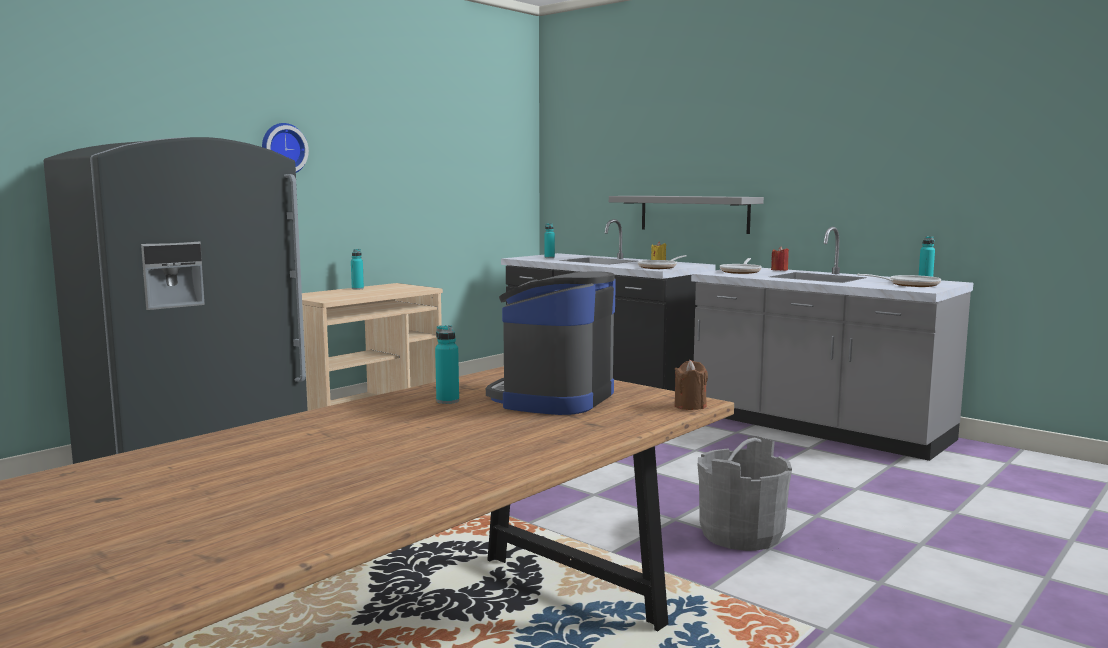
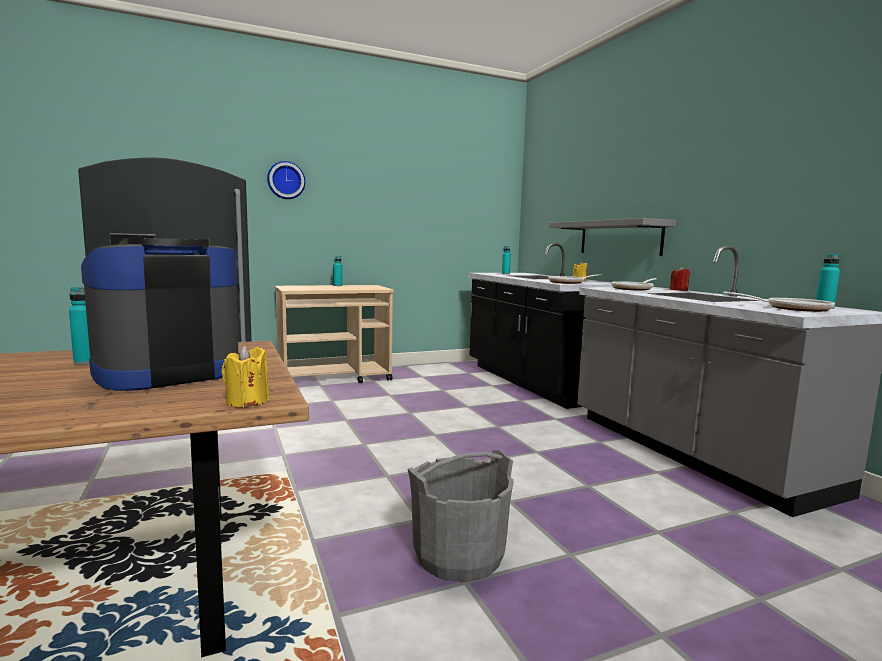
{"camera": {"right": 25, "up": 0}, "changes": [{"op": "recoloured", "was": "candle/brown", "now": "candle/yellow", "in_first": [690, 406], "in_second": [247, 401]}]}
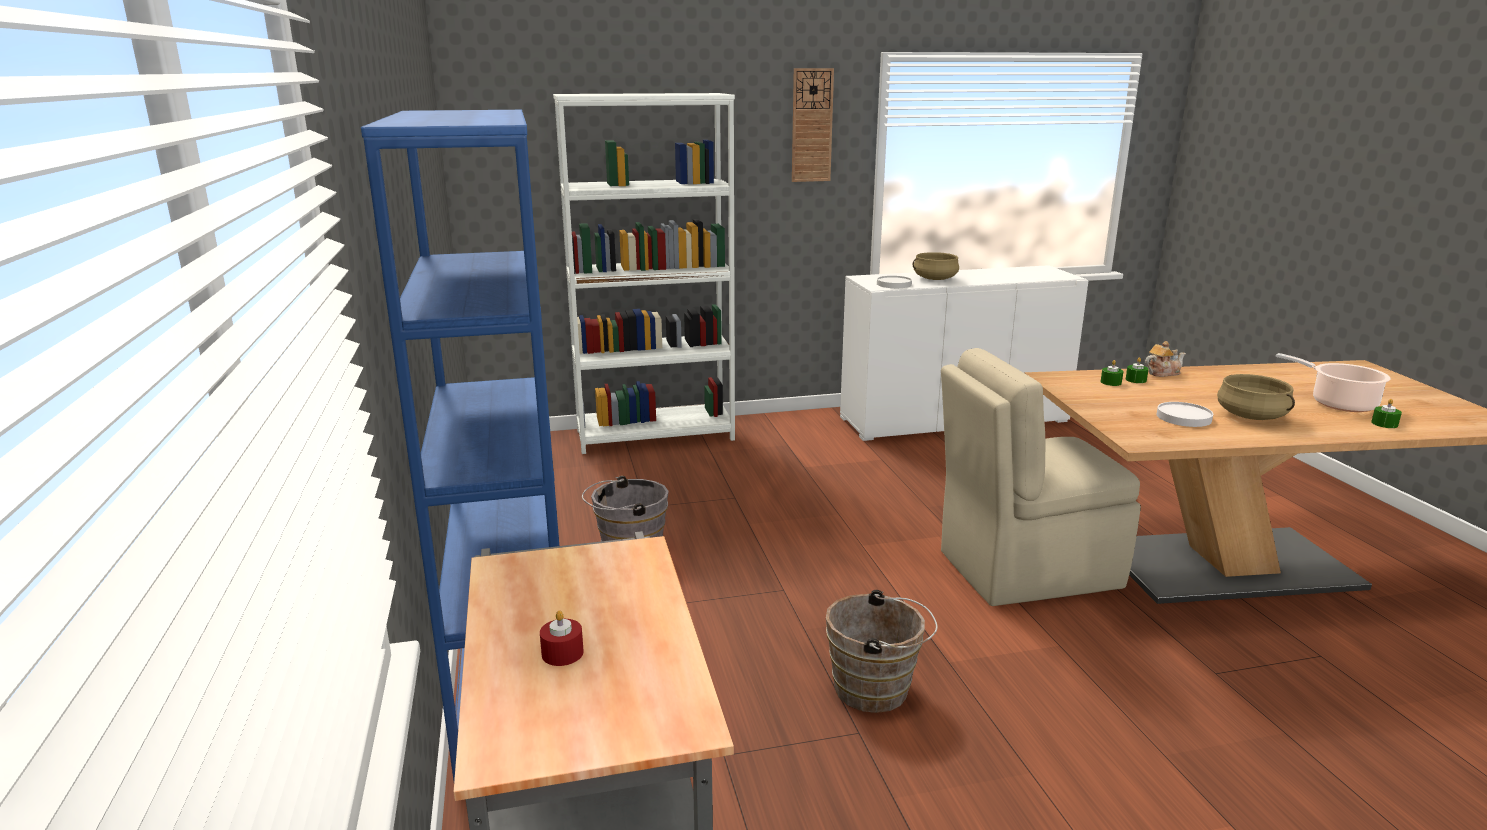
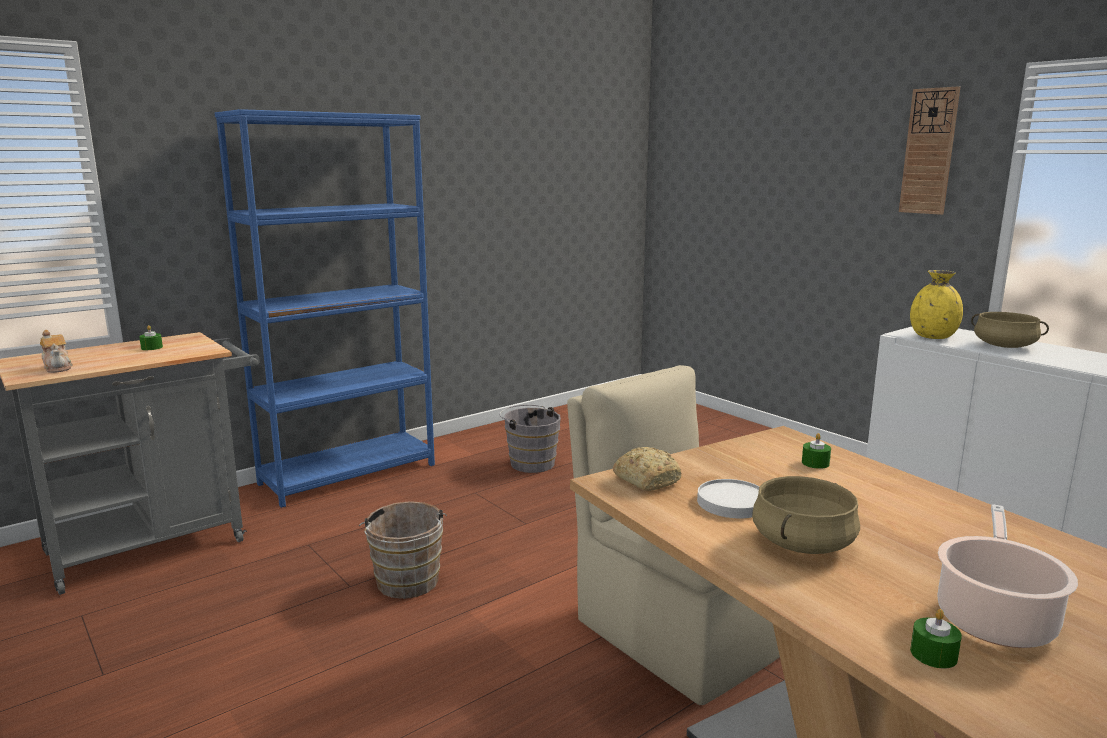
{"camera": {"right": 65, "up": -5}, "changes": [{"op": "removed", "was": "bookcase/white", "in_first": [655, 435]}, {"op": "replaced", "was": "plate/white", "now": "vase/yellow", "in_first": [894, 284], "in_second": [933, 337]}, {"op": "moved", "was": "teapot", "in_first": [1162, 373], "in_second": [58, 368]}, {"op": "moved", "was": "candle/green", "in_first": [1135, 380], "in_second": [152, 348]}, {"op": "removed", "was": "candle/red", "in_first": [562, 653]}, {"op": "added", "now": "bread", "in_second": [646, 480]}]}
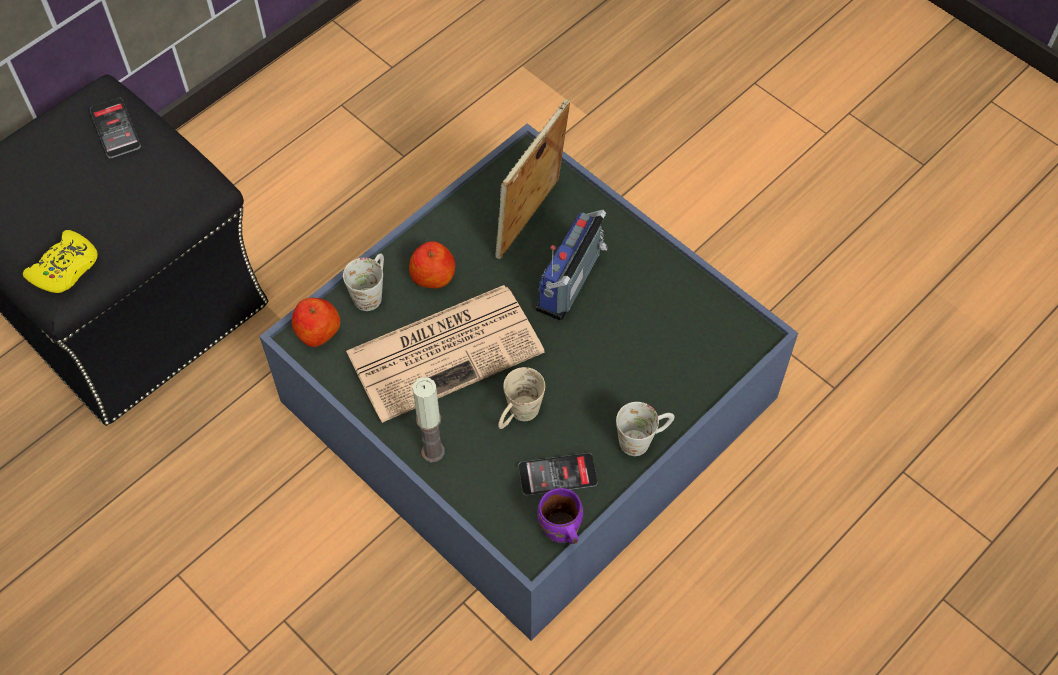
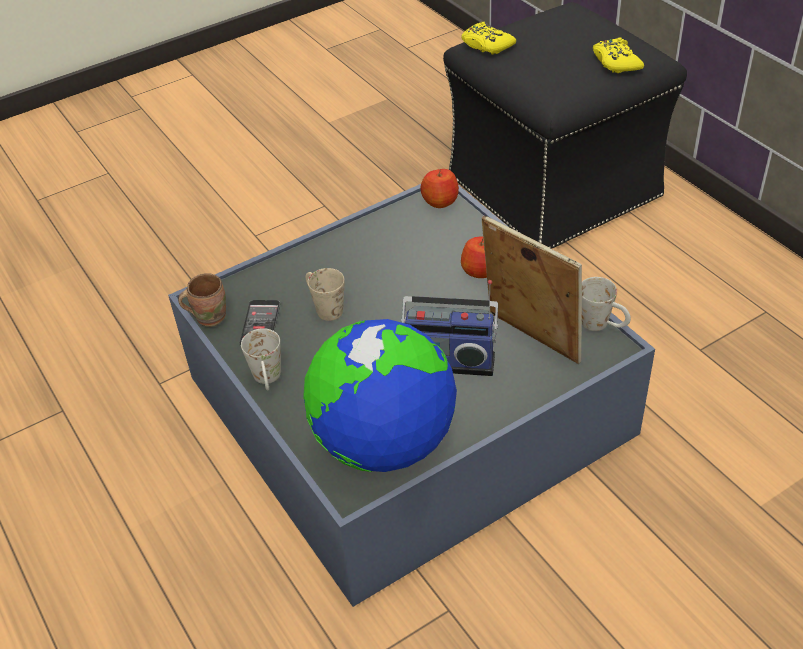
{"camera": {"right": 105, "up": -15}, "changes": [{"op": "replaced", "was": "phone", "now": "game controller/yellow", "in_first": [115, 129], "in_second": [616, 62]}, {"op": "turned", "was": "radio", "in_first": [572, 284], "in_second": [450, 359], "clockwise": 150}, {"op": "moved", "was": "mug/white", "in_first": [371, 291], "in_second": [602, 325]}, {"op": "removed", "was": "newspaper", "in_first": [447, 350]}, {"op": "removed", "was": "candle", "in_first": [433, 451]}, {"op": "recoloured", "was": "mug/purple", "now": "mug/brown", "in_first": [559, 530], "in_second": [209, 316]}, {"op": "added", "now": "globe", "in_second": [384, 443]}]}
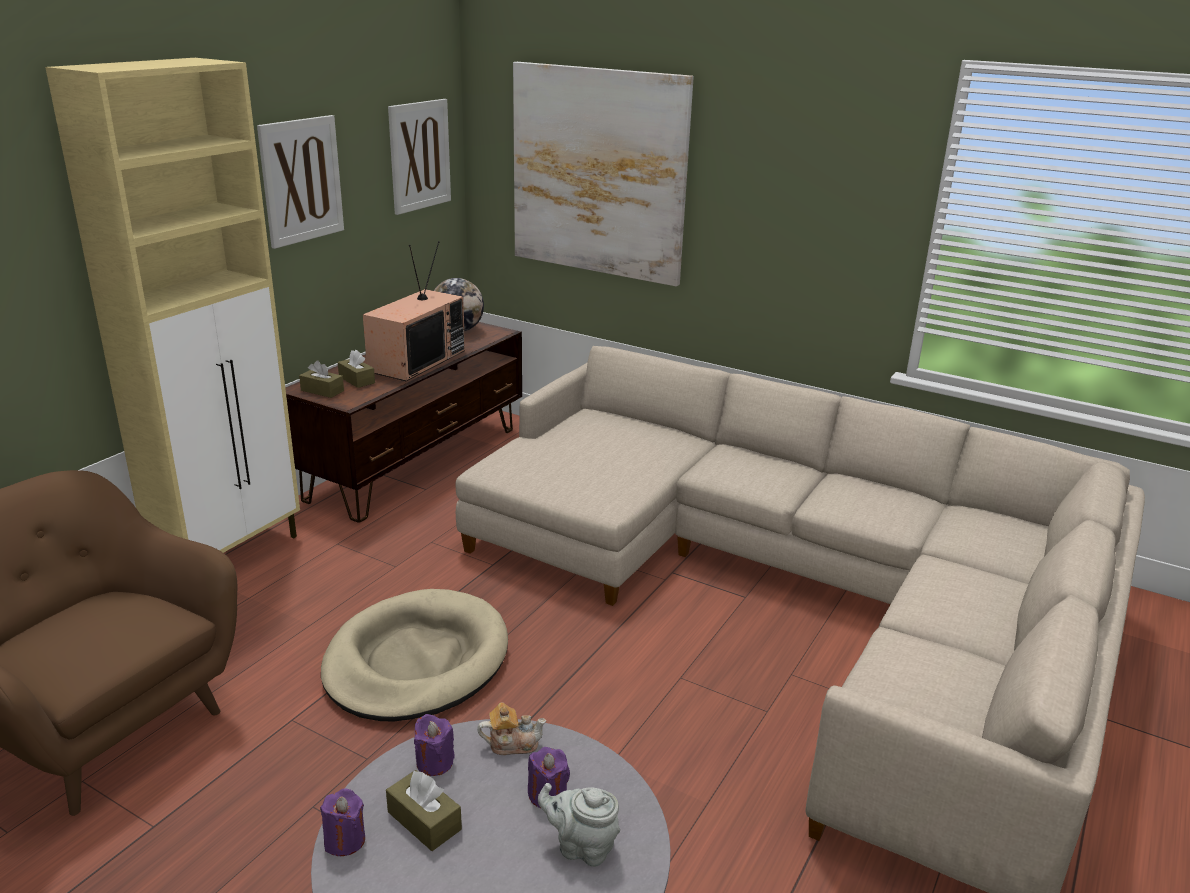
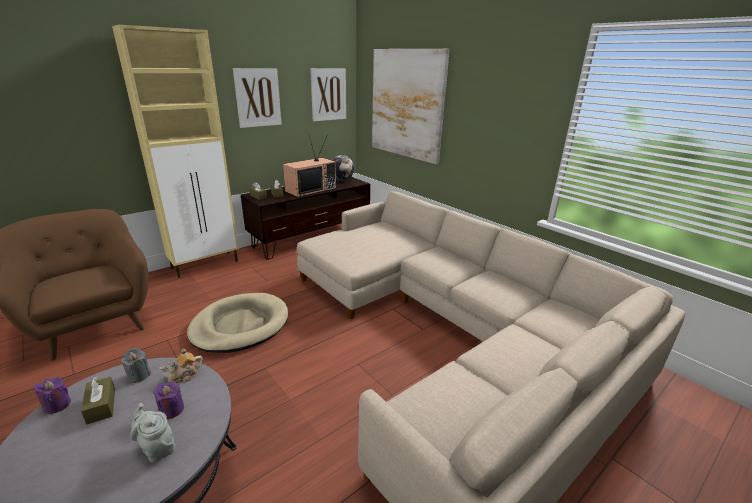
{"camera": {"right": 20, "up": 0}, "changes": [{"op": "turned", "was": "teapot", "in_first": [512, 743], "in_second": [184, 375], "clockwise": 135}, {"op": "recoloured", "was": "candle/purple", "now": "candle/grey", "in_first": [434, 762], "in_second": [139, 375]}]}
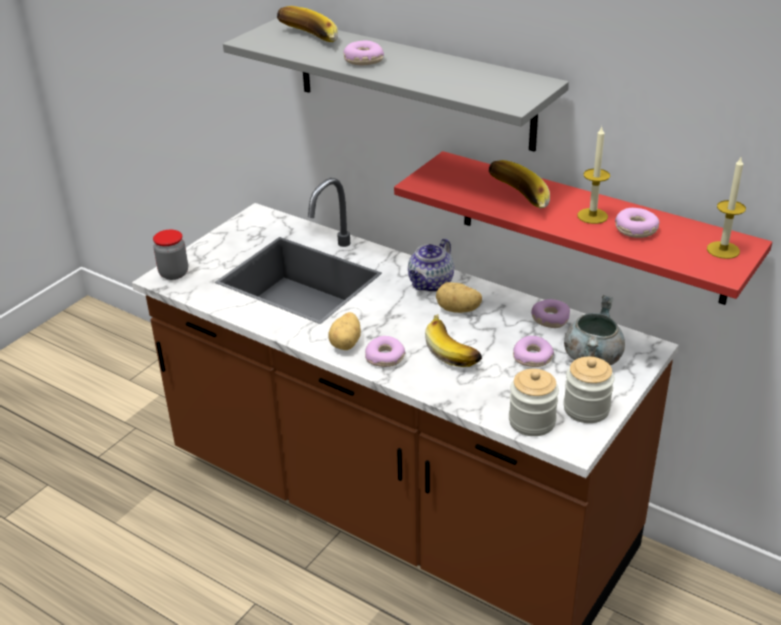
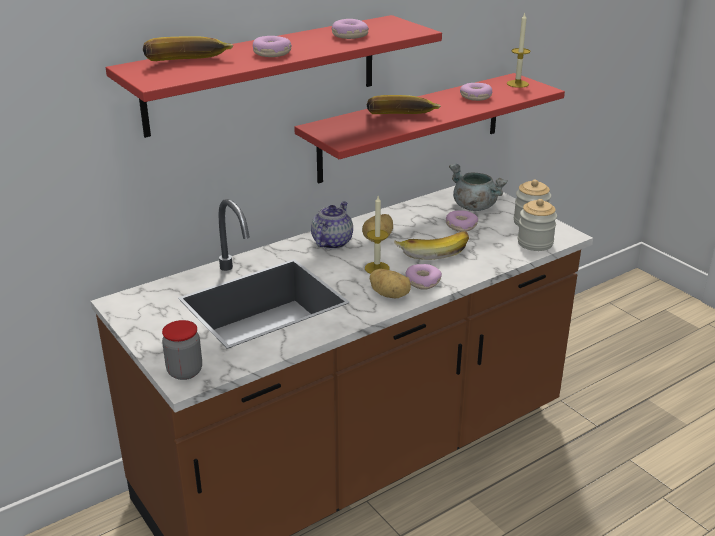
{"camera": {"right": -70, "up": -5}, "changes": [{"op": "recoloured", "was": "shelf/grey", "now": "shelf/red", "in_first": [413, 83], "in_second": [263, 74]}, {"op": "moved", "was": "candle", "in_first": [592, 216], "in_second": [377, 268]}, {"op": "turned", "was": "teapot", "in_first": [430, 284], "in_second": [332, 242], "clockwise": -120}, {"op": "moved", "was": "donut", "in_first": [550, 319], "in_second": [349, 35]}]}
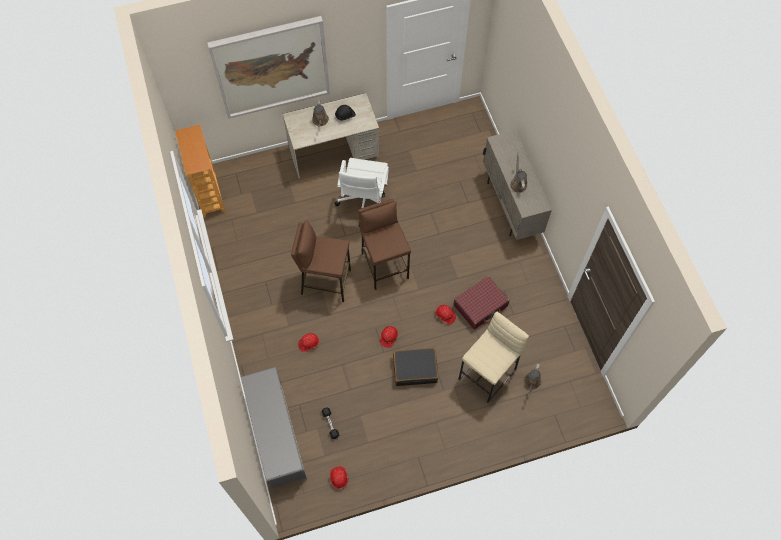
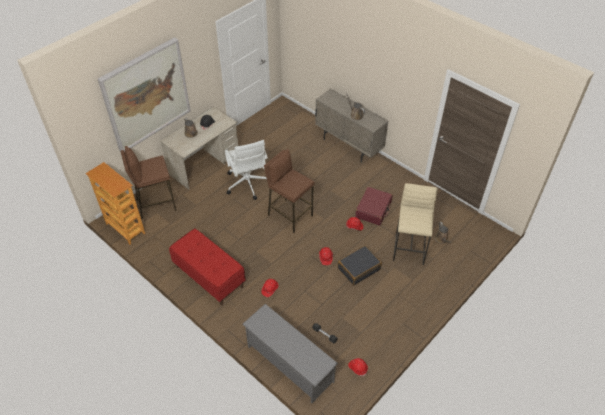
{"camera": {"right": -30, "up": -15}, "changes": [{"op": "moved", "was": "stool/brown", "in_first": [325, 282], "in_second": [156, 204]}, {"op": "added", "now": "bench/red", "in_second": [209, 277]}]}
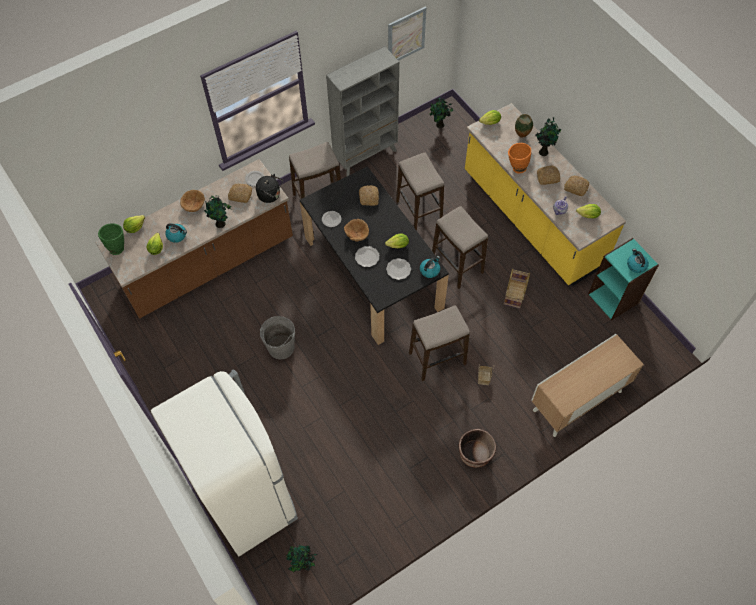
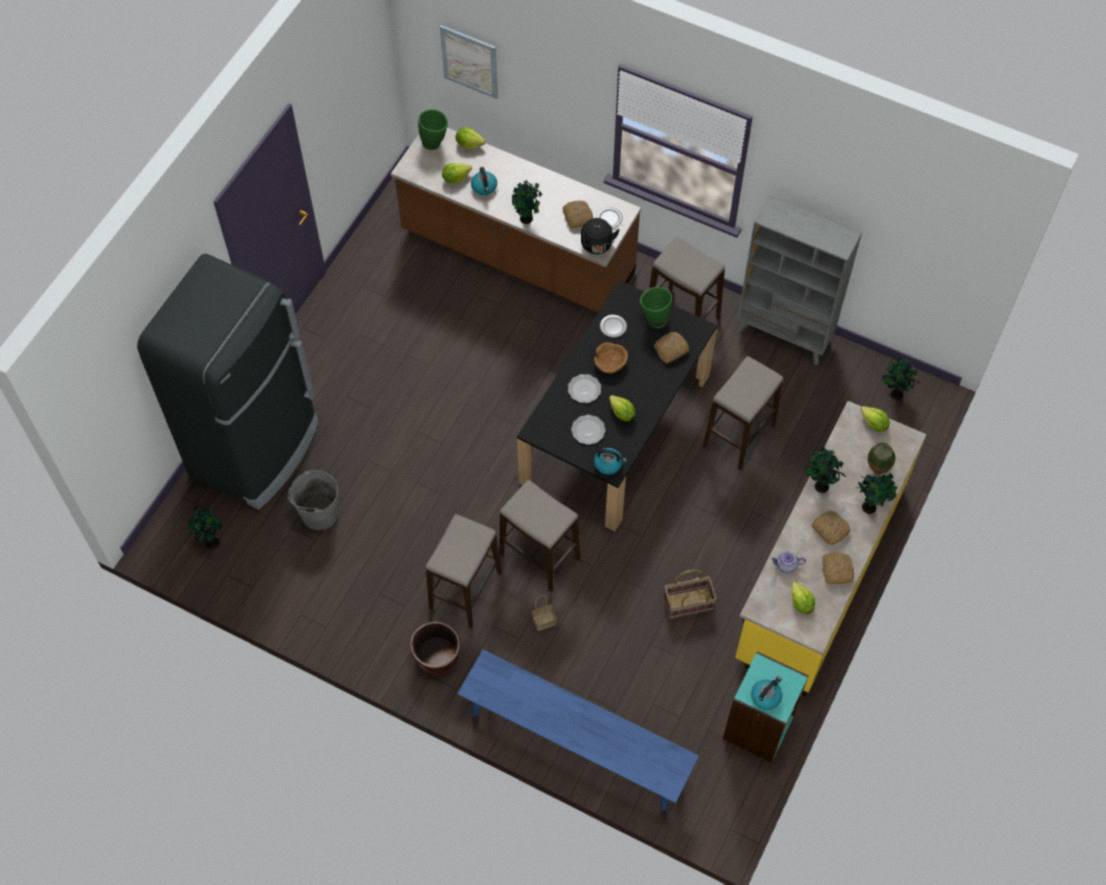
{"camera": {"right": 60, "up": 0}, "changes": [{"op": "moved", "was": "picture", "in_first": [406, 35], "in_second": [469, 61]}, {"op": "replaced", "was": "vase/orange", "now": "potted plant", "in_first": [516, 168], "in_second": [820, 486]}, {"op": "removed", "was": "bowl/brown", "in_first": [193, 205]}, {"op": "moved", "was": "stool", "in_first": [457, 265], "in_second": [466, 591]}, {"op": "moved", "was": "bucket/grey", "in_first": [281, 347], "in_second": [319, 513]}, {"op": "replaced", "was": "cabinet", "now": "bench/blue", "in_first": [577, 401], "in_second": [576, 744]}, {"op": "recoloured", "was": "fridge/white", "now": "fridge/black", "in_first": [247, 498], "in_second": [256, 449]}, {"op": "added", "now": "vase/green", "in_second": [654, 319]}]}
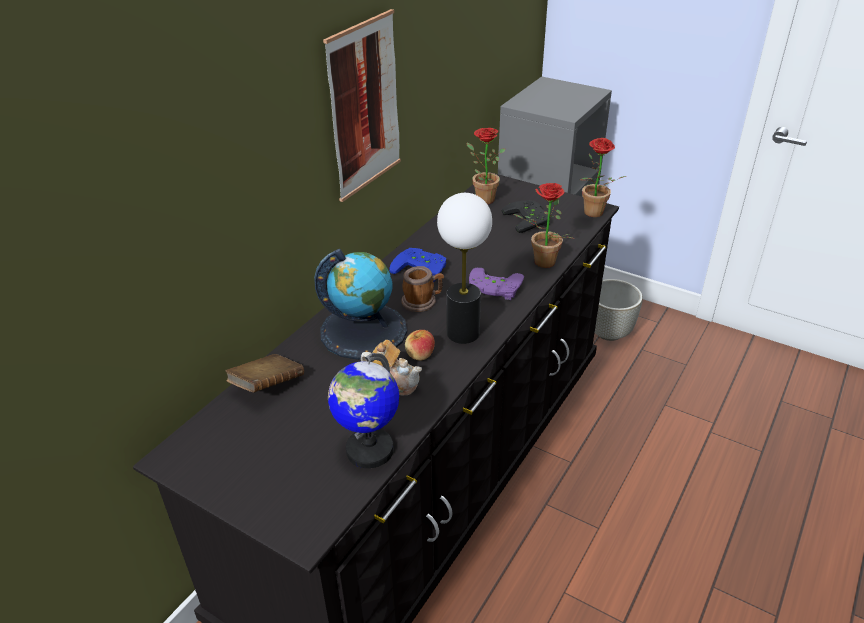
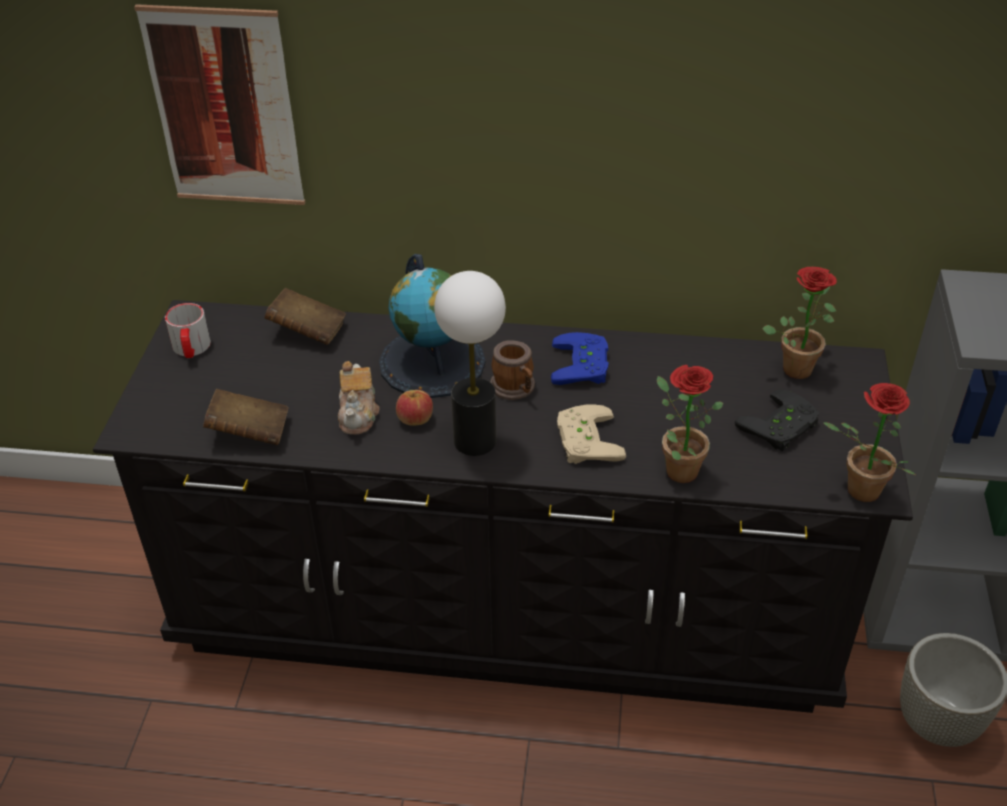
{"camera": {"right": 65, "up": 5}, "changes": [{"op": "moved", "was": "picture", "in_first": [364, 106], "in_second": [225, 108]}, {"op": "recoloured", "was": "game controller/purple", "now": "game controller/beige", "in_first": [493, 289], "in_second": [583, 440]}, {"op": "replaced", "was": "globe", "now": "book/brown", "in_first": [369, 450], "in_second": [249, 432]}, {"op": "added", "now": "mug", "in_second": [191, 349]}]}
